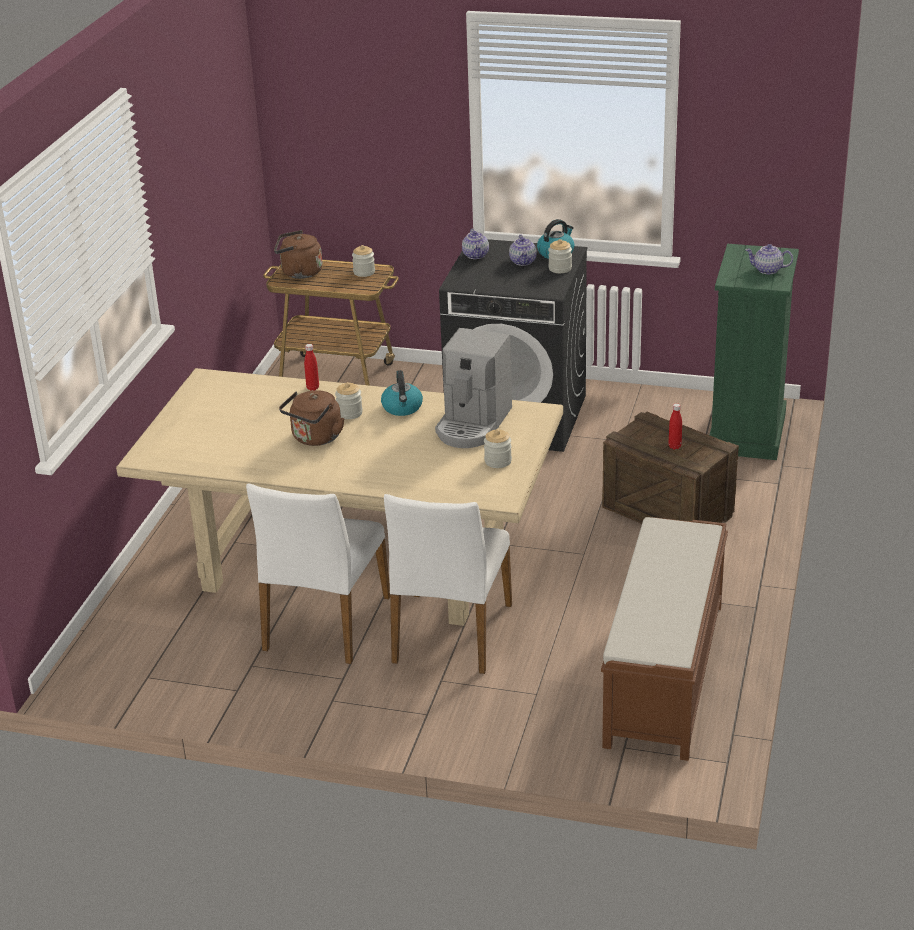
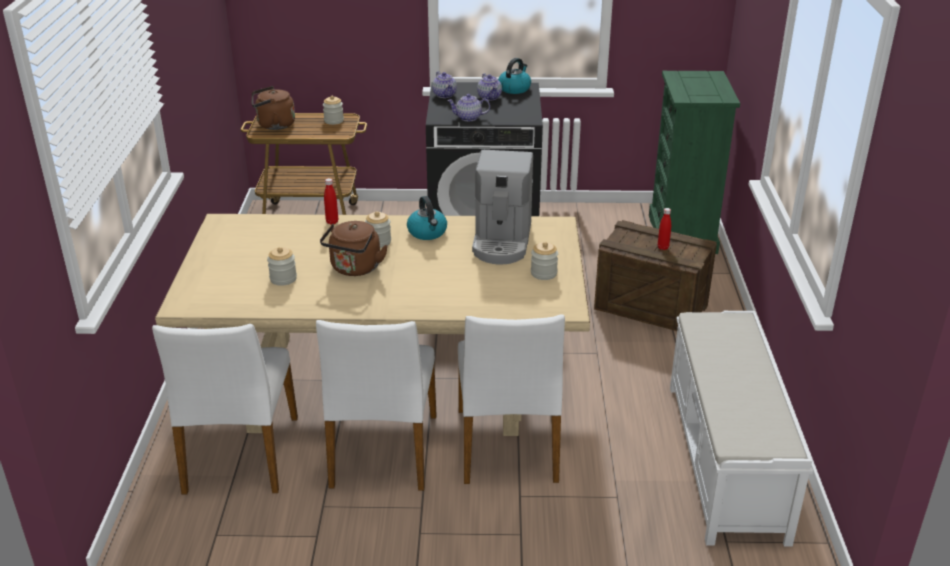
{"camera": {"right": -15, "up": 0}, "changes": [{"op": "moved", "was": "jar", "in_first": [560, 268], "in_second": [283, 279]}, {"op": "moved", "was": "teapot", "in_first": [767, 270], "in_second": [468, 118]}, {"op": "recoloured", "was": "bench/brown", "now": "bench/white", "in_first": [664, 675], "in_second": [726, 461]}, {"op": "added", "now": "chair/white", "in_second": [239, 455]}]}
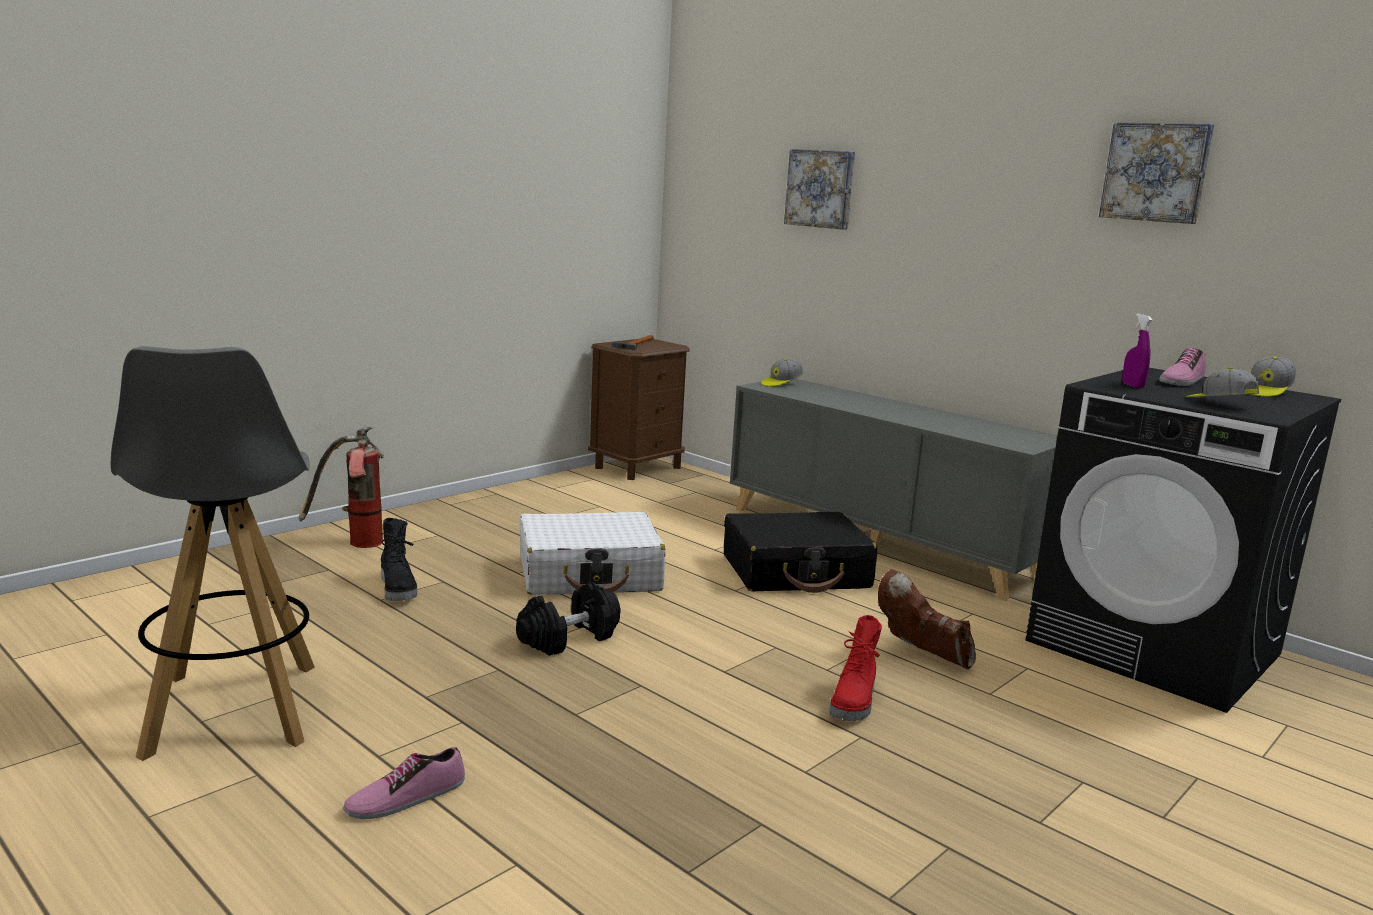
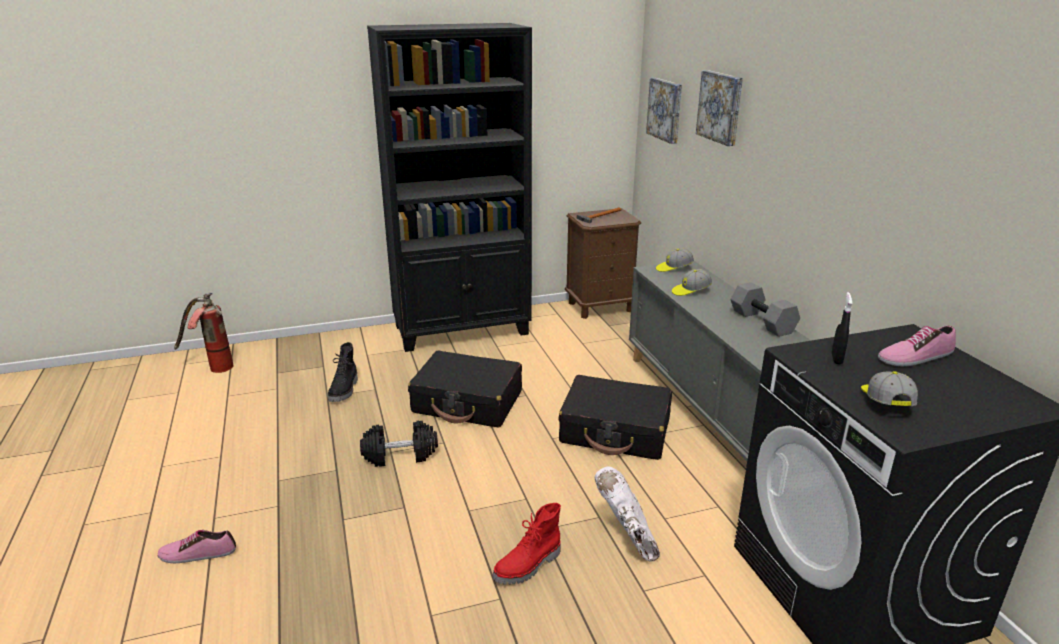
{"camera": {"right": 30, "up": 10}, "changes": [{"op": "moved", "was": "picture", "in_first": [1156, 172], "in_second": [666, 110]}, {"op": "recoloured", "was": "spray bottle/purple", "now": "spray bottle/black", "in_first": [1132, 386], "in_second": [836, 359]}, {"op": "removed", "was": "stool/grey", "in_first": [232, 710]}, {"op": "moved", "was": "cap", "in_first": [1267, 392], "in_second": [690, 291]}, {"op": "moved", "was": "fire extinguisher", "in_first": [353, 544], "in_second": [212, 368]}, {"op": "recoloured", "was": "suitcase/white", "now": "suitcase/black", "in_first": [590, 575], "in_second": [468, 402]}, {"op": "recoloured", "was": "boot/brown", "now": "boot/white", "in_first": [921, 656], "in_second": [627, 537]}, {"op": "added", "now": "bookcase/black", "in_second": [463, 330]}, {"op": "added", "now": "dumbbell/grey", "in_second": [761, 322]}]}
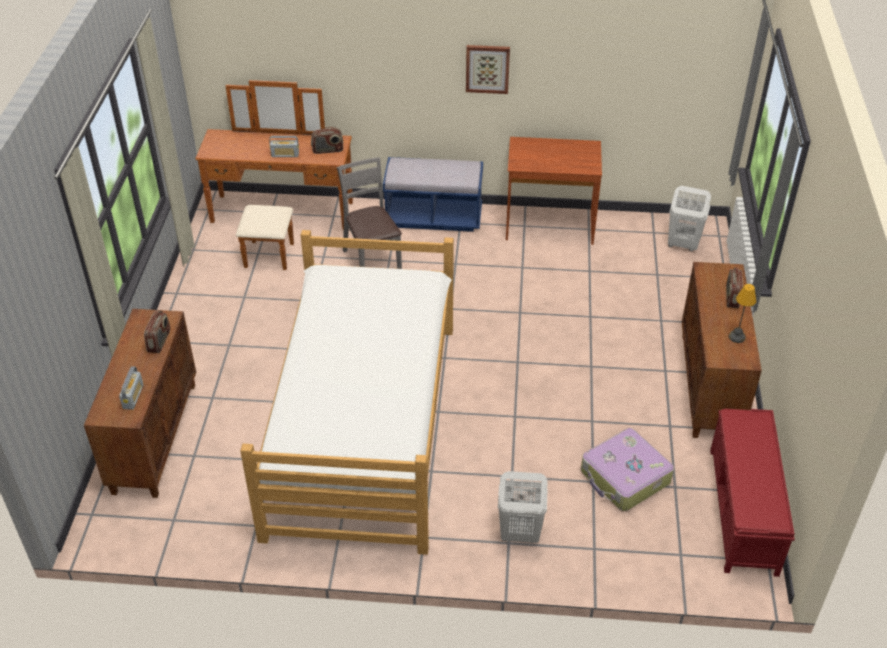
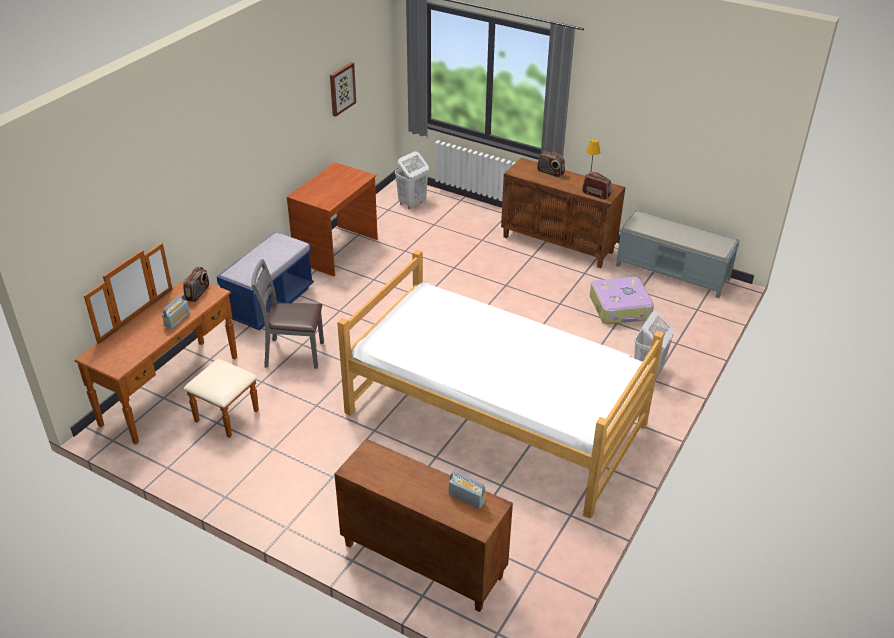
{"camera": {"right": -65, "up": -5}, "changes": [{"op": "moved", "was": "picture", "in_first": [487, 68], "in_second": [341, 89]}, {"op": "moved", "was": "radio", "in_first": [159, 341], "in_second": [596, 194]}, {"op": "recoloured", "was": "bench/red", "now": "bench/grey", "in_first": [743, 511], "in_second": [673, 273]}]}
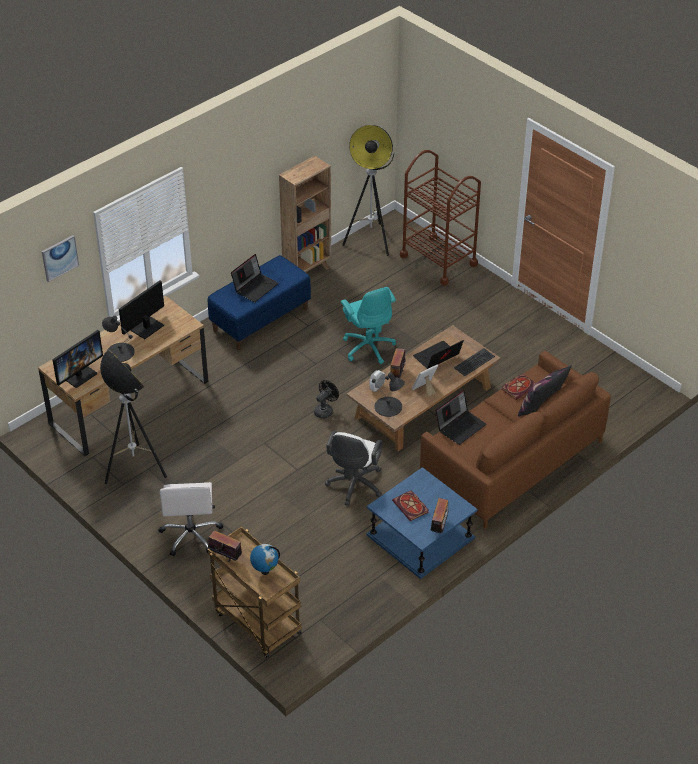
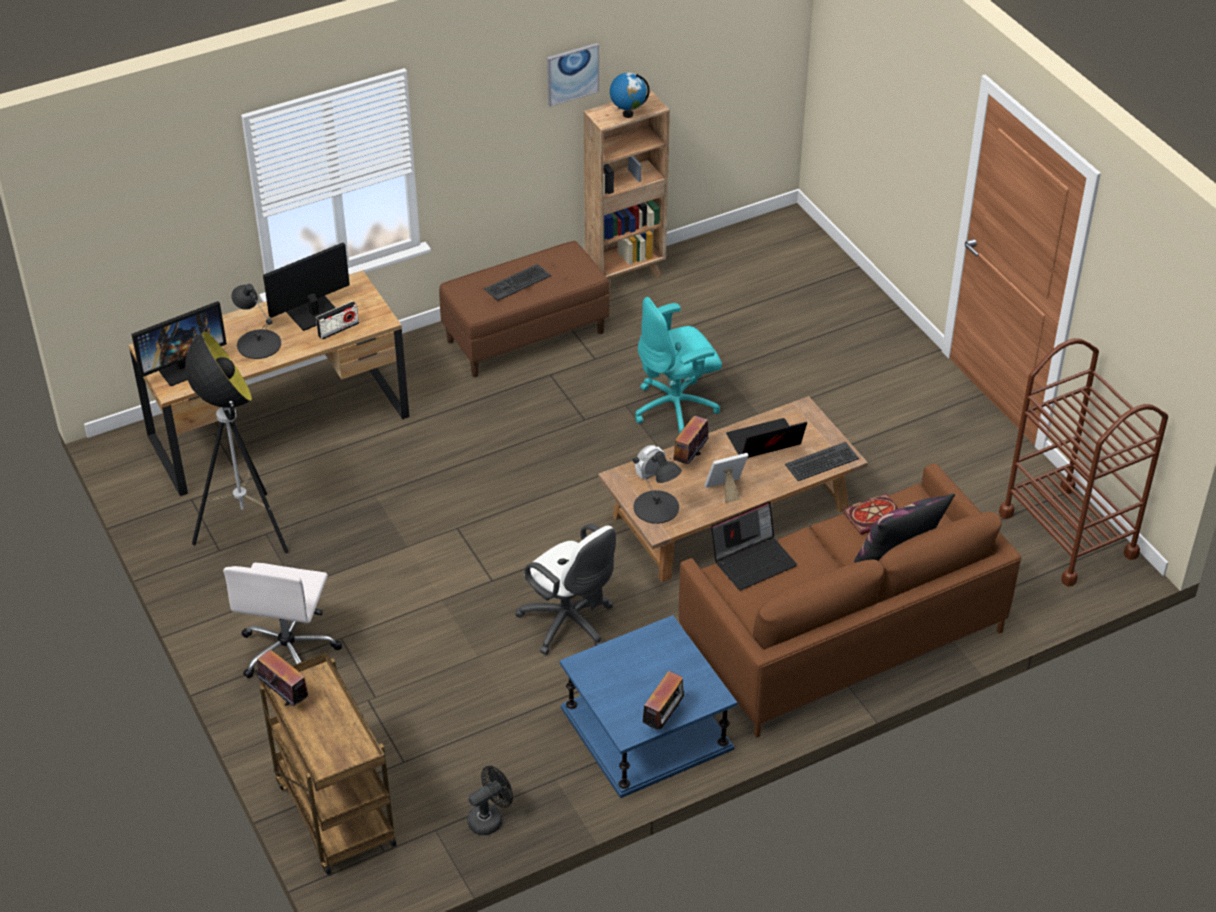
{"camera": {"right": 15, "up": 0}, "changes": [{"op": "removed", "was": "floor lamp", "in_first": [371, 240]}, {"op": "moved", "was": "cart/brown", "in_first": [438, 260], "in_second": [1068, 534]}, {"op": "moved", "was": "picture", "in_first": [59, 257], "in_second": [572, 73]}, {"op": "replaced", "was": "laptop", "now": "keyboard", "in_first": [255, 287], "in_second": [517, 282]}, {"op": "recoloured", "was": "bench/blue", "now": "bench/brown", "in_first": [260, 319], "in_second": [526, 336]}, {"op": "turned", "was": "office chair/turquoise", "in_first": [368, 347], "in_second": [676, 408], "clockwise": 75}, {"op": "moved", "was": "fan/black", "in_first": [325, 410], "in_second": [490, 818]}, {"op": "turned", "was": "office chair/white", "in_first": [354, 486], "in_second": [570, 625], "clockwise": -75}, {"op": "removed", "was": "book", "in_first": [411, 507]}, {"op": "moved", "was": "globe", "in_first": [265, 571], "in_second": [628, 114]}, {"op": "added", "now": "radio", "in_second": [338, 329]}]}
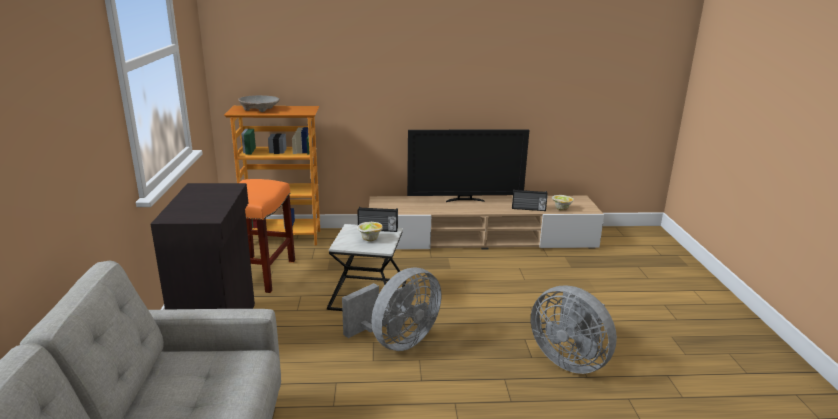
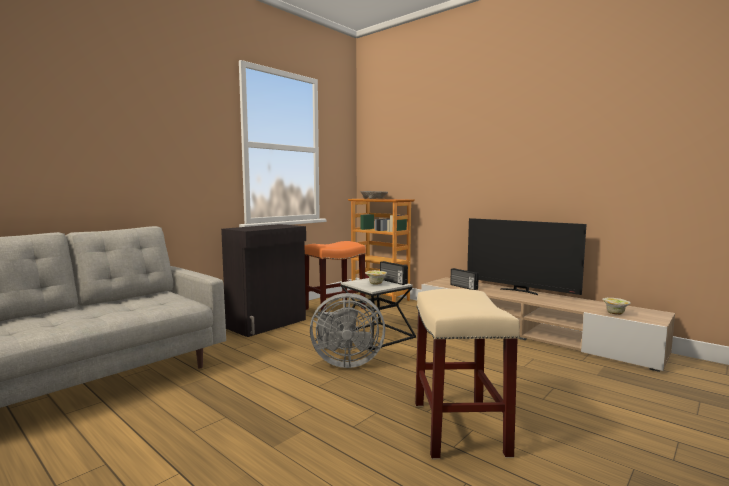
{"camera": {"right": 45, "up": -15}, "changes": [{"op": "moved", "was": "radio", "in_first": [528, 209], "in_second": [463, 287]}, {"op": "replaced", "was": "fan/grey", "now": "stool/beige", "in_first": [569, 360], "in_second": [460, 428]}]}
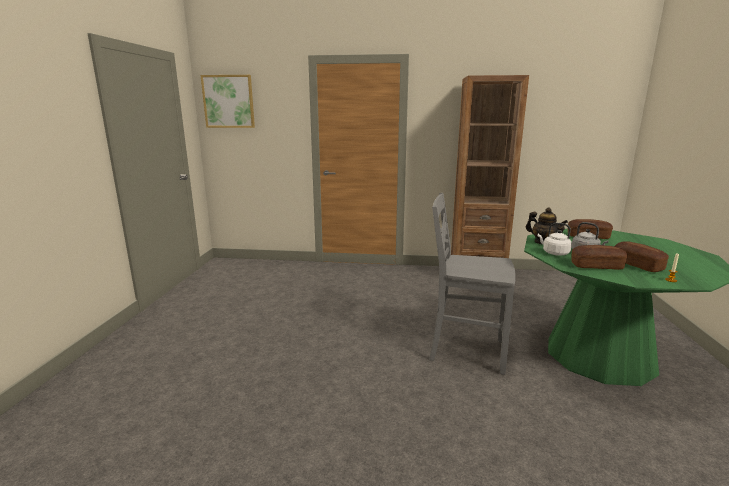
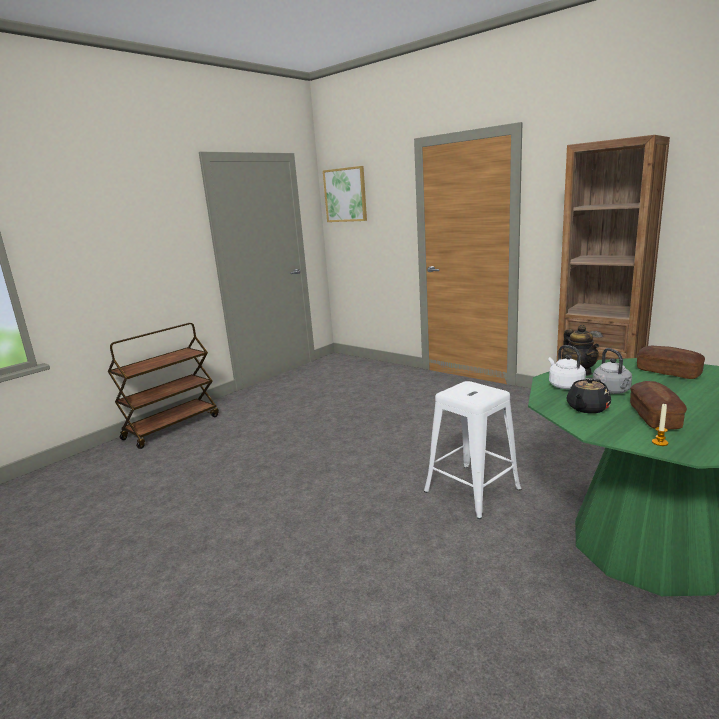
{"camera": {"right": 35, "up": 0}, "changes": [{"op": "replaced", "was": "chair/grey", "now": "stool/white", "in_first": [465, 350], "in_second": [472, 490]}, {"op": "replaced", "was": "bread", "now": "teapot/black", "in_first": [596, 266], "in_second": [587, 408]}, {"op": "added", "now": "cart/brown", "in_second": [172, 427]}]}
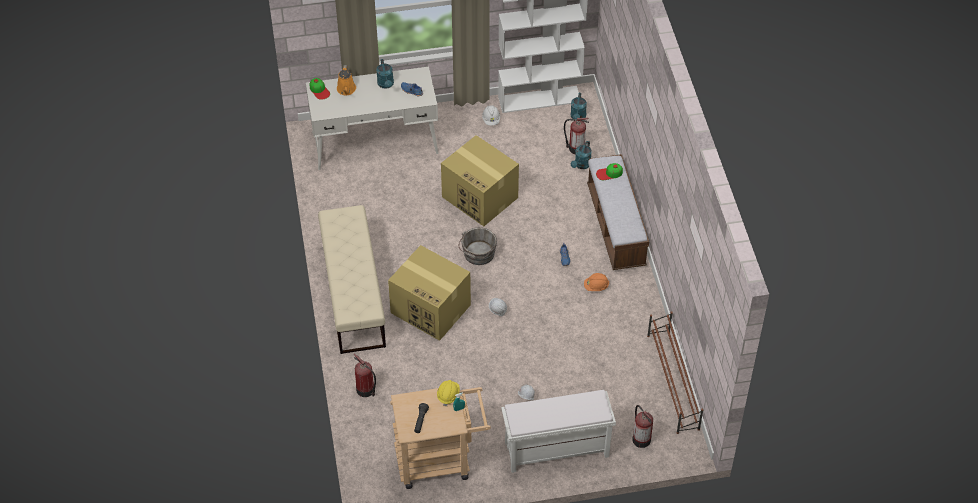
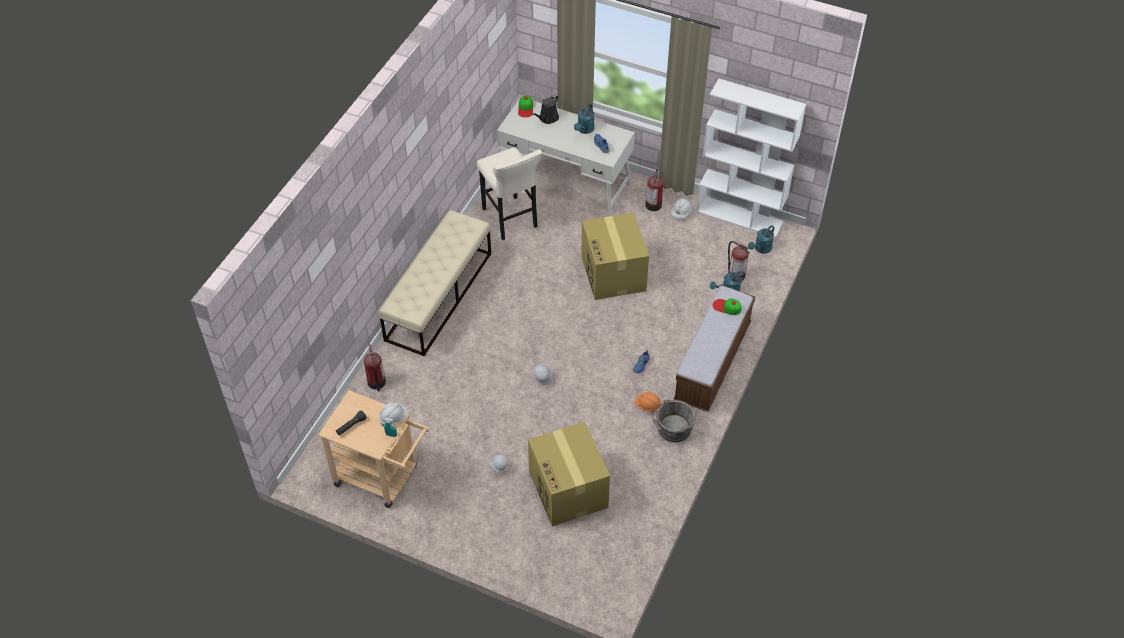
{"camera": {"right": 35, "up": 0}, "changes": [{"op": "recoloured", "was": "watering can/orange", "now": "watering can/black", "in_first": [346, 90], "in_second": [547, 118]}, {"op": "moved", "was": "bucket/grey", "in_first": [478, 254], "in_second": [672, 429]}, {"op": "moved", "was": "cardboard box", "in_first": [431, 309], "in_second": [569, 490]}, {"op": "removed", "was": "shoe rack/brown", "in_first": [672, 382]}, {"op": "recoloured", "was": "hard hat/yellow", "now": "hard hat/white", "in_first": [448, 395], "in_second": [393, 418]}, {"op": "removed", "was": "bench/white", "in_first": [555, 450]}, {"op": "moved", "was": "fire extinguisher", "in_first": [640, 438], "in_second": [653, 204]}, {"op": "added", "now": "stool/beige", "in_second": [510, 220]}]}
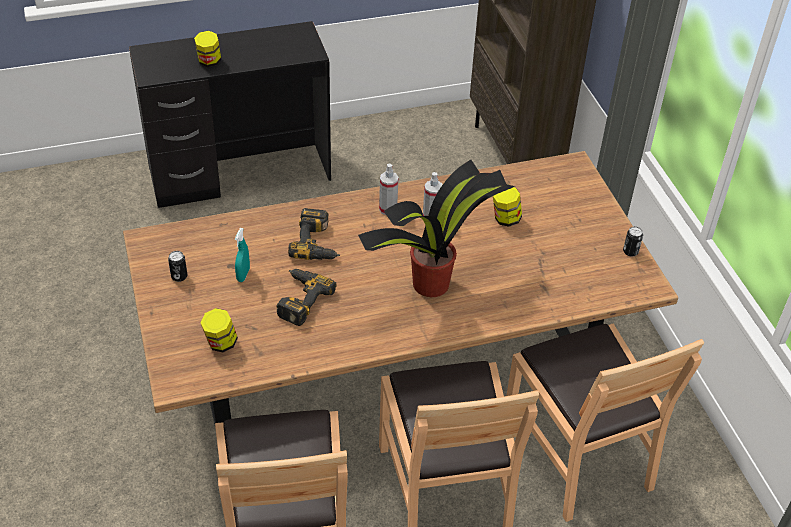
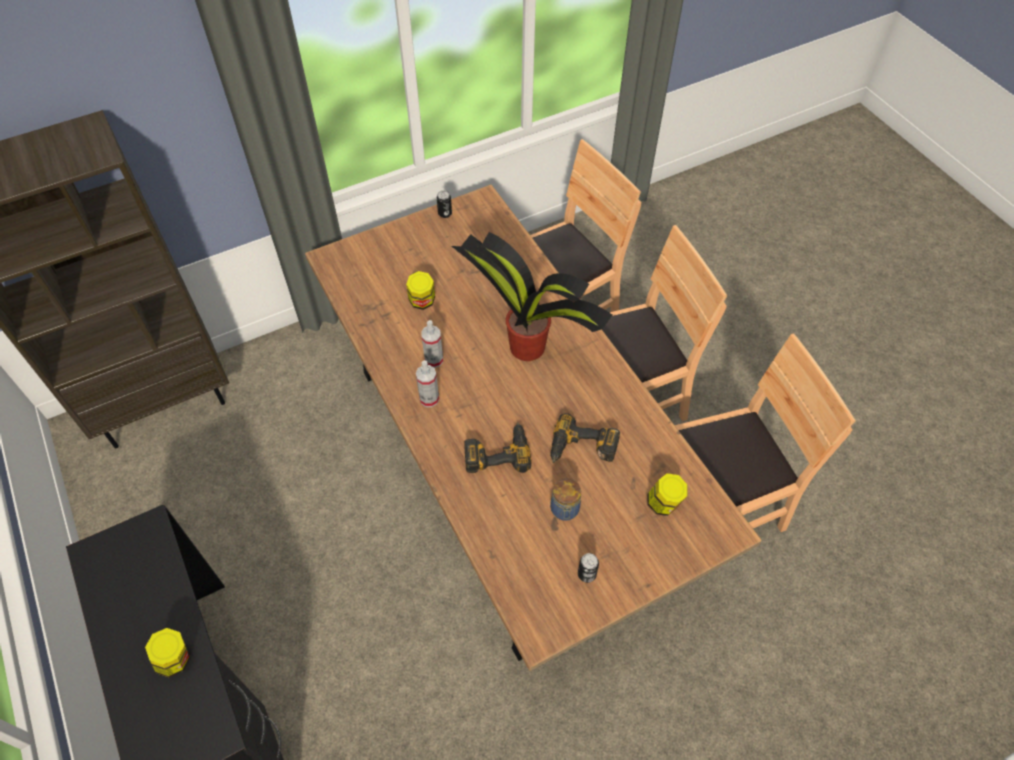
{"camera": {"right": -100, "up": 10}, "changes": [{"op": "replaced", "was": "spray bottle/turquoise", "now": "jar", "in_first": [243, 275], "in_second": [564, 510]}]}
